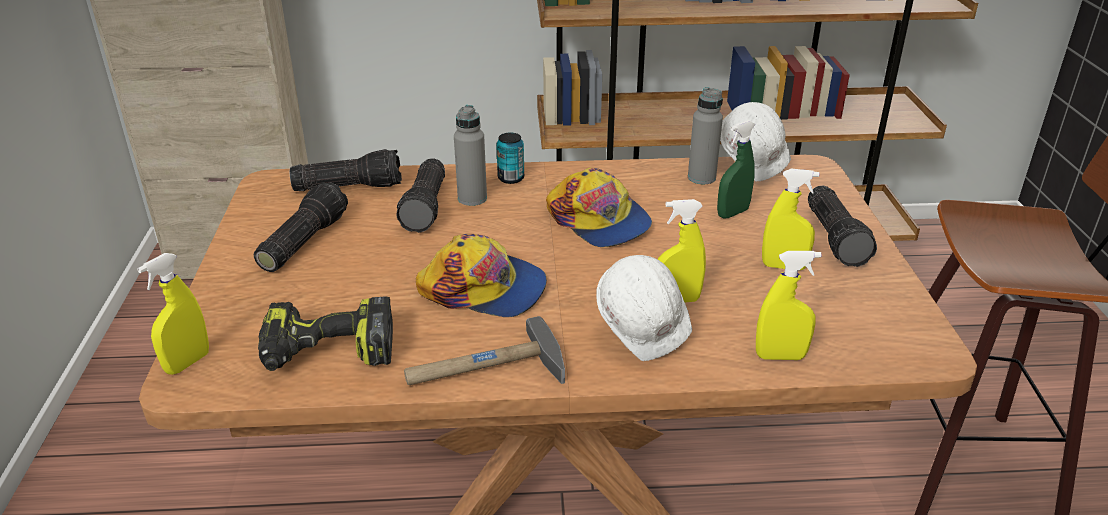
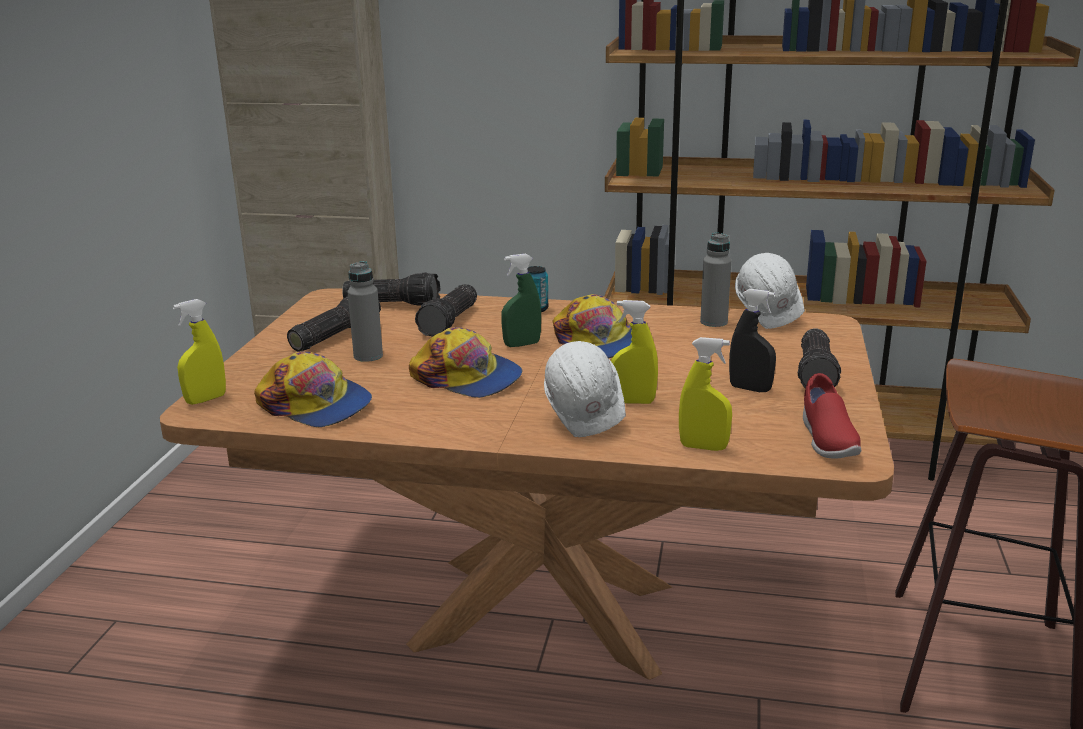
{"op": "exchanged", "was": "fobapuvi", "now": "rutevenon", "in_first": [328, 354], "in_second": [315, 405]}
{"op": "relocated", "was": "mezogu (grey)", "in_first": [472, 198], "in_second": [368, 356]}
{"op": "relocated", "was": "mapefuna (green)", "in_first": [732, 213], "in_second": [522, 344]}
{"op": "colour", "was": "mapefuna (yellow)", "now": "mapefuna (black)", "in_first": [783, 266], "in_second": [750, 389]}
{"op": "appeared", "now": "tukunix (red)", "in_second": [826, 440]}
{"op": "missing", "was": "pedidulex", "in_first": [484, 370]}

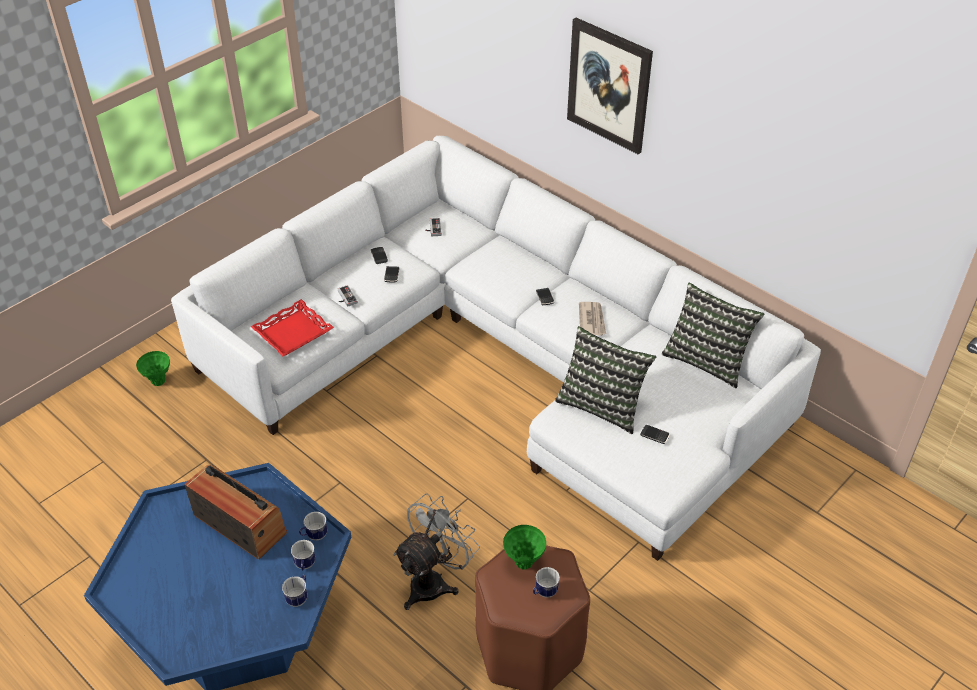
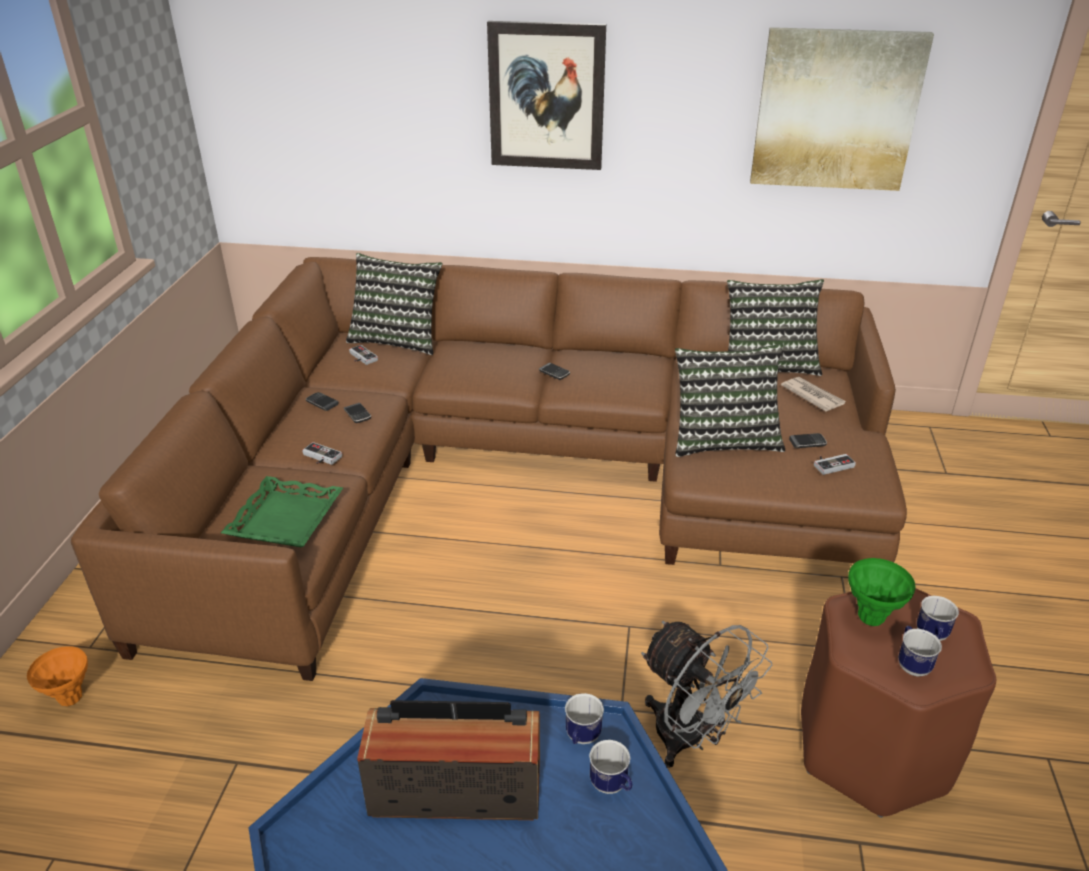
{"op": "colour", "was": "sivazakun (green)", "now": "sivazakun (orange)", "in_first": [158, 381], "in_second": [70, 698]}
{"op": "colour", "was": "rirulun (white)", "now": "rirulun (brown)", "in_first": [501, 358], "in_second": [518, 474]}
{"op": "colour", "was": "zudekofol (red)", "now": "zudekofol (green)", "in_first": [293, 332], "in_second": [285, 519]}
{"op": "appeared", "now": "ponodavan", "in_second": [397, 339]}
{"op": "spun", "was": "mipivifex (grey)", "in_first": [434, 581], "in_second": [690, 739], "clockwise": 135}
{"op": "appeared", "now": "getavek", "in_second": [836, 110]}
{"op": "relocated", "was": "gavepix", "in_first": [592, 320], "in_second": [812, 396]}
{"op": "appeared", "now": "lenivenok", "in_second": [831, 464]}
{"op": "relocated", "was": "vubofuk", "in_first": [298, 597], "in_second": [911, 663]}

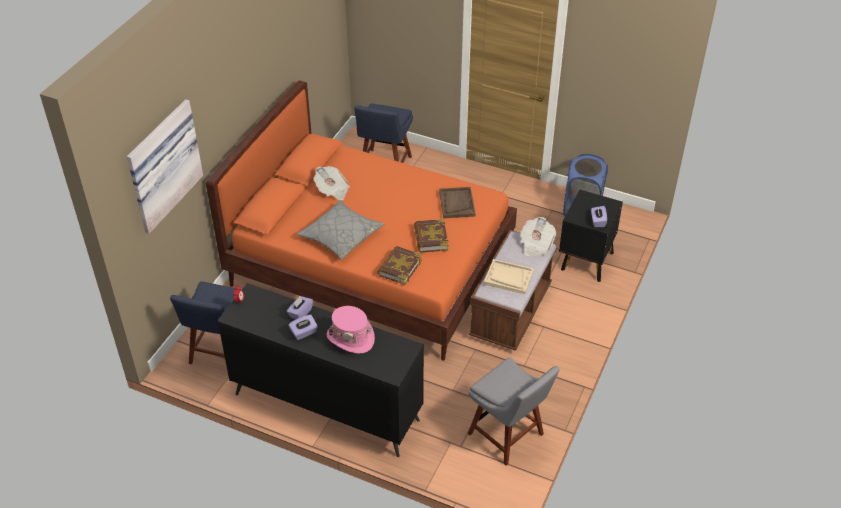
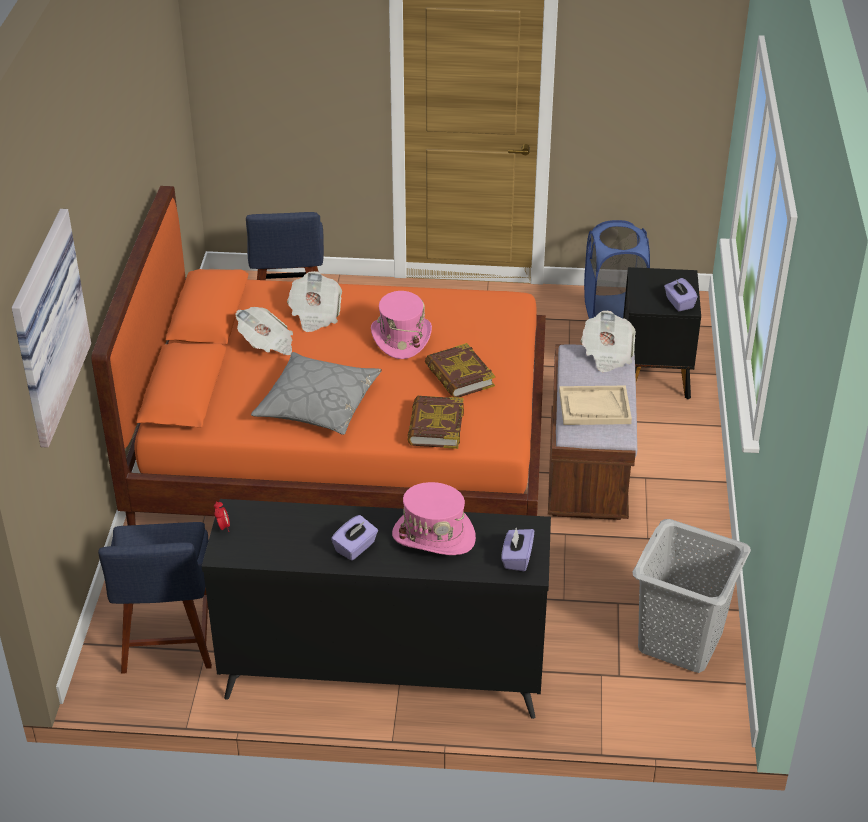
{"op": "appeared", "now": "gavepix", "in_second": [315, 315]}
{"op": "appeared", "now": "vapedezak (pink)", "in_second": [401, 338]}
{"op": "relocated", "was": "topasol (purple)", "in_first": [300, 313], "in_second": [517, 558]}
{"op": "exchanged", "was": "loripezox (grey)", "now": "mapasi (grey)", "in_first": [508, 436], "in_second": [680, 641]}
{"op": "missing", "was": "zudekofol (brown)", "in_first": [456, 203]}

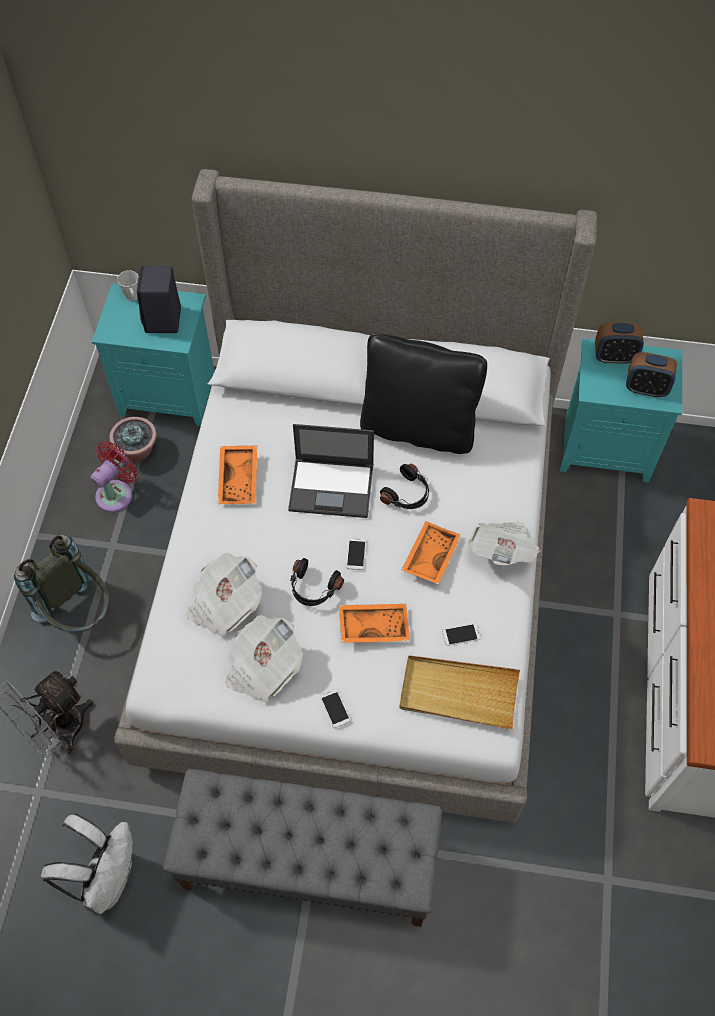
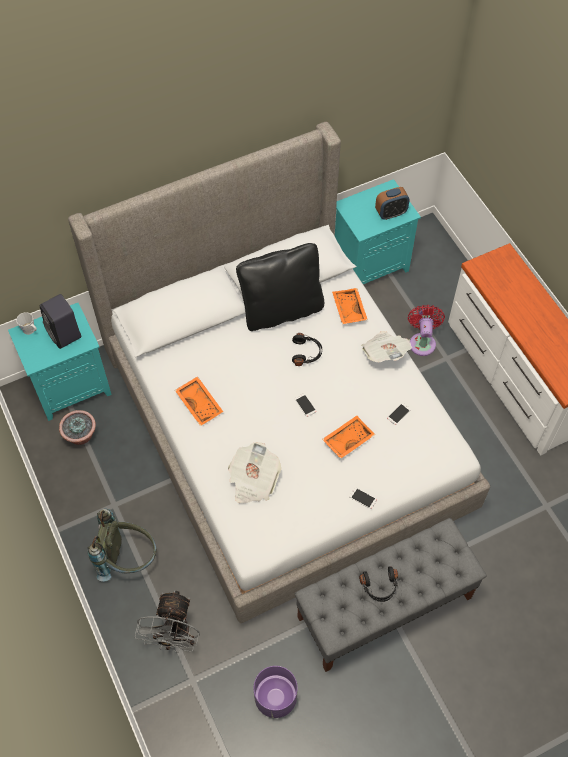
{"op": "exchanged", "was": "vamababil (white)", "now": "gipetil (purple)", "in_first": [107, 876], "in_second": [275, 697]}
{"op": "relocated", "was": "zudekofol (orange)", "in_first": [429, 556], "in_second": [348, 309]}
{"op": "relocated", "was": "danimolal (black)", "in_first": [313, 588], "in_second": [380, 587]}
{"op": "relocated", "was": "mipivifex (red)", "in_first": [117, 493], "in_second": [422, 341]}
{"op": "missing", "was": "gavepix", "in_first": [262, 667]}
{"op": "missing", "was": "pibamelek", "in_first": [332, 487]}
{"op": "missing", "was": "zudekofol (beige)", "in_first": [458, 693]}
{"op": "missing", "was": "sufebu", "in_first": [614, 357]}

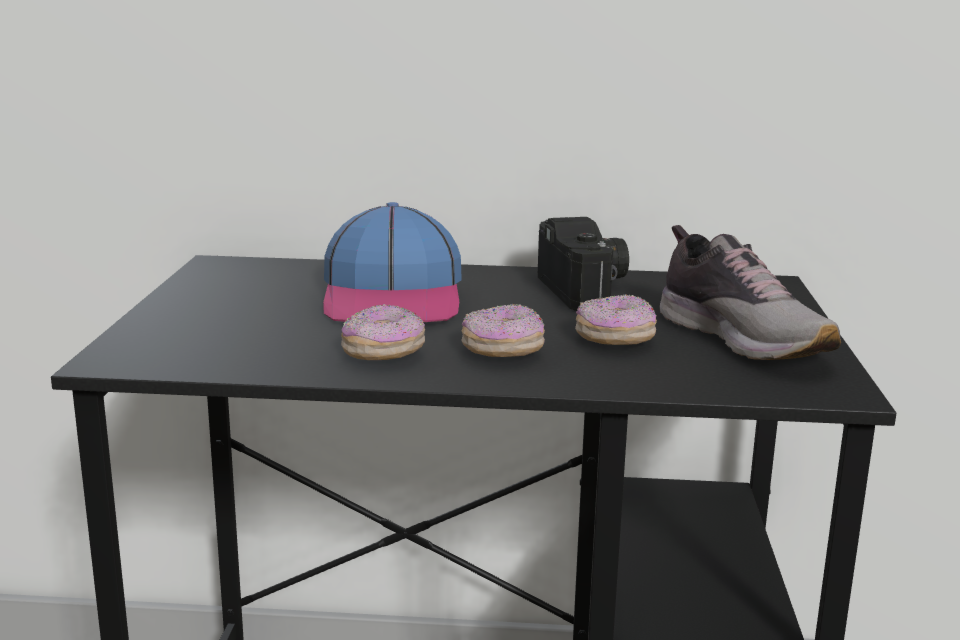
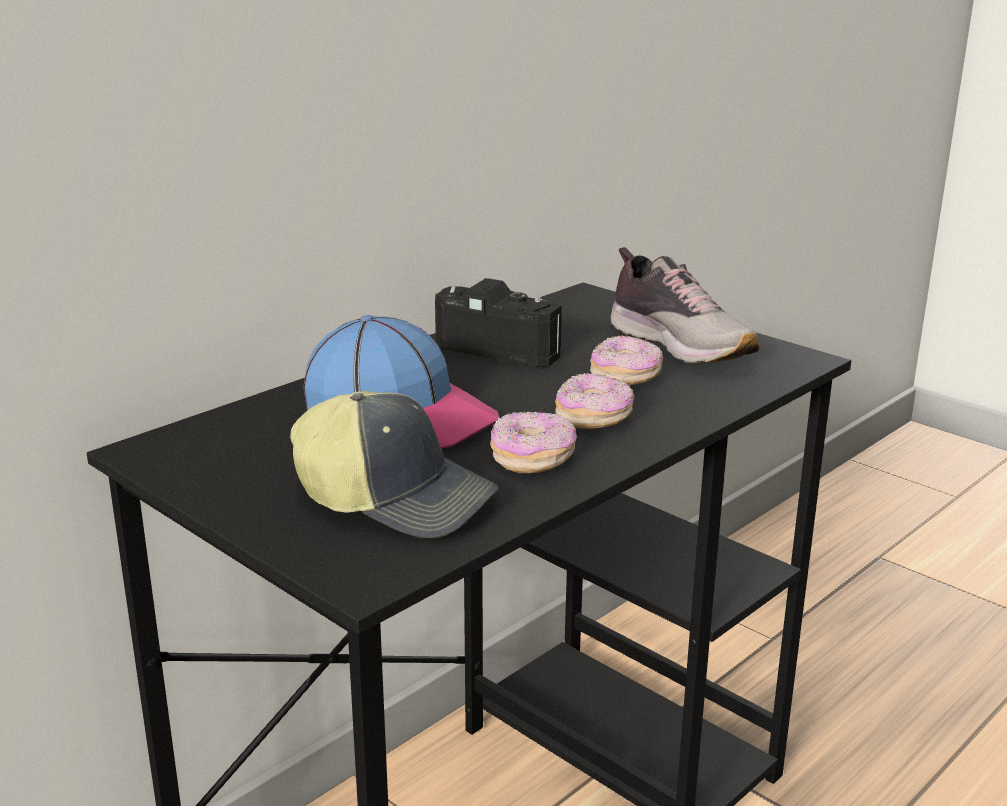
{"op": "appeared", "now": "rutevenon", "in_second": [397, 498]}
{"op": "spun", "was": "tukunix", "in_first": [743, 338], "in_second": [681, 344], "clockwise": 45}

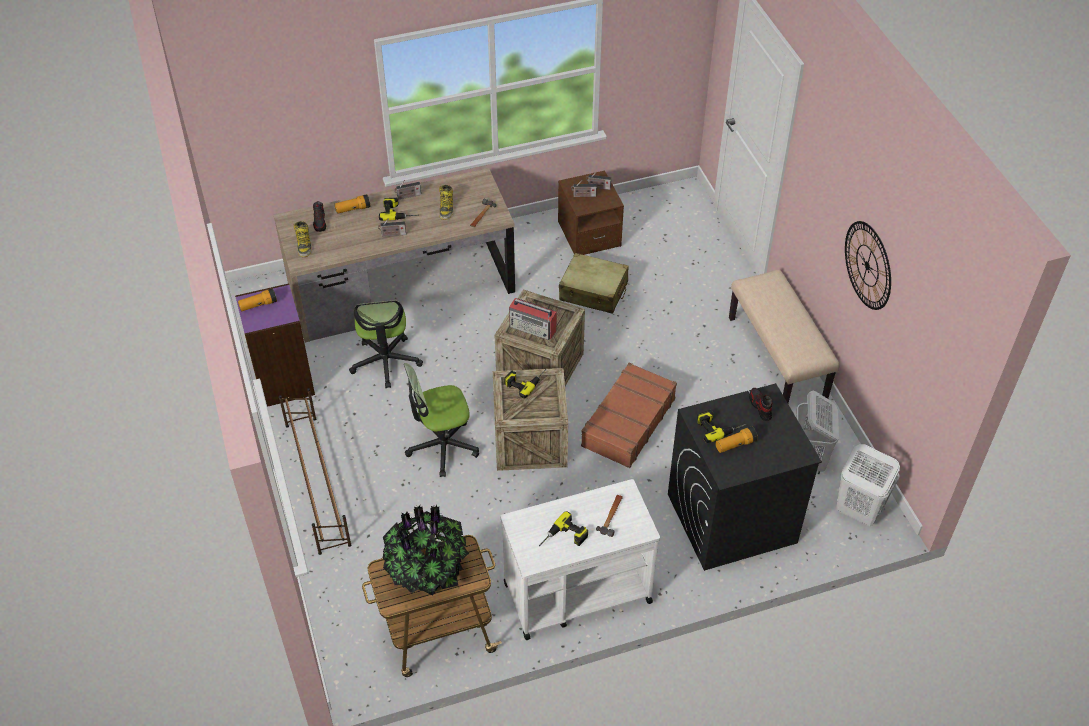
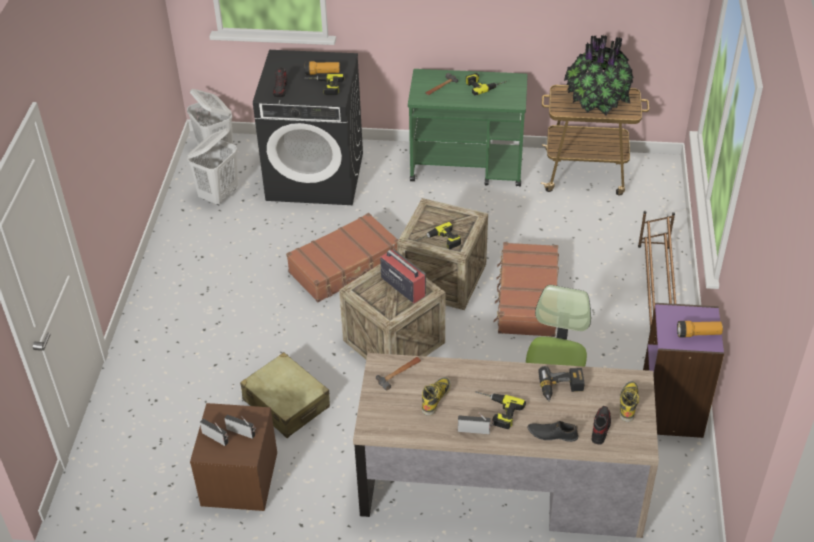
{"op": "colour", "was": "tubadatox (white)", "now": "tubadatox (green)", "in_first": [576, 592], "in_second": [467, 167]}
{"op": "exchanged", "was": "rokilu", "now": "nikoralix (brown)", "in_first": [442, 446], "in_second": [526, 298]}
{"op": "exchanged", "was": "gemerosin", "now": "tukunix (black)", "in_first": [353, 209], "in_second": [552, 434]}
{"op": "appeared", "now": "fobapuvi", "in_second": [561, 389]}
{"op": "missing", "was": "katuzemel", "in_first": [392, 234]}
{"op": "missing", "was": "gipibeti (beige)", "in_first": [778, 357]}
{"op": "missing", "was": "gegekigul", "in_first": [867, 265]}

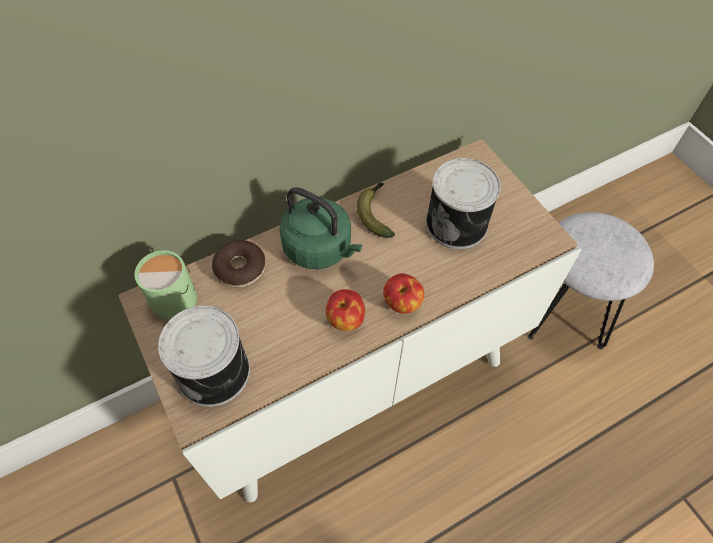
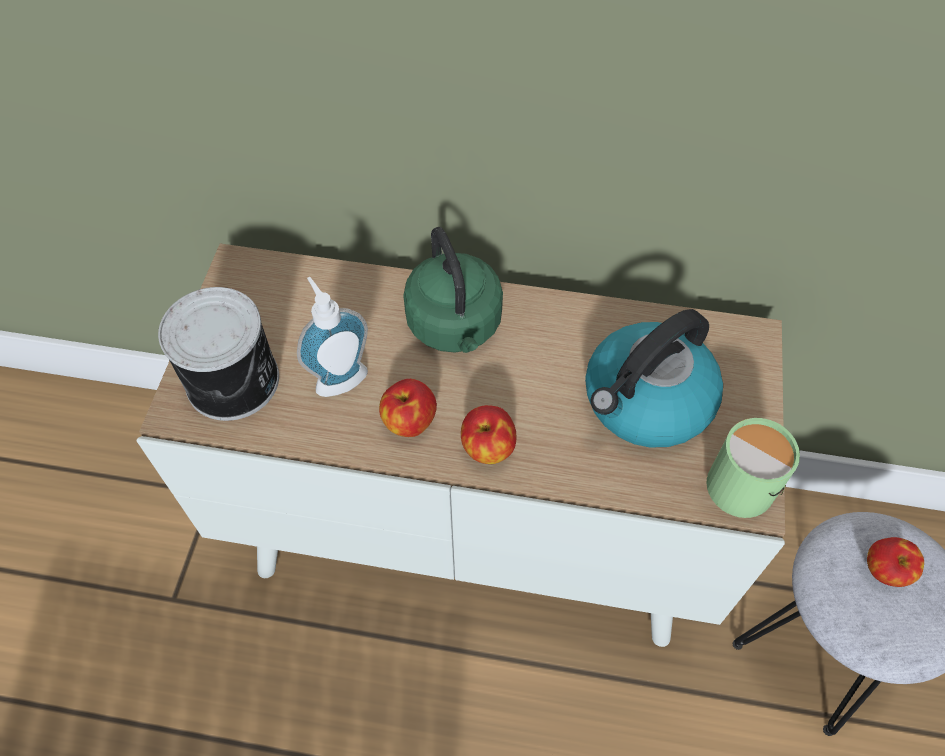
{"op": "appeared", "now": "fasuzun", "in_second": [339, 376]}
{"op": "exchanged", "was": "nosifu", "now": "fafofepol", "in_first": [458, 223], "in_second": [646, 402]}
{"op": "relocated", "was": "vubofuk (green)", "in_first": [175, 294], "in_second": [745, 481]}
{"op": "appeared", "now": "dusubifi", "in_second": [885, 571]}
{"op": "missing", "was": "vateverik", "in_first": [240, 268]}
{"op": "missing", "was": "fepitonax", "in_first": [376, 213]}

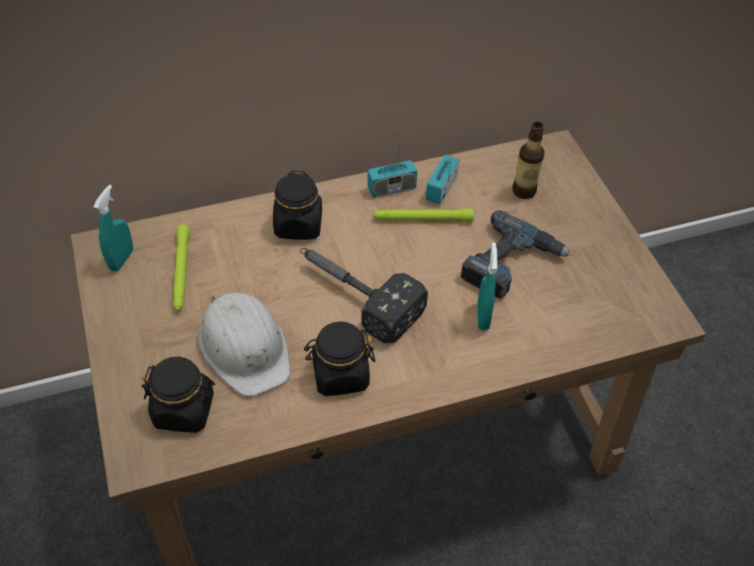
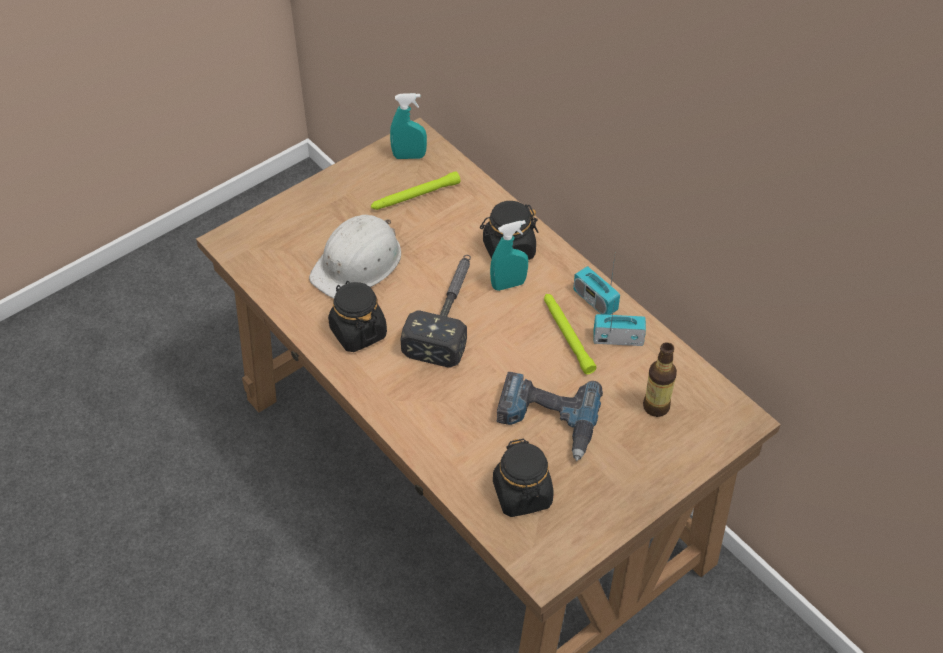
{"op": "relocated", "was": "mapefuna (turquoise)", "in_first": [483, 317], "in_second": [508, 284]}
{"op": "relocated", "was": "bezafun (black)", "in_first": [184, 410], "in_second": [522, 494]}

